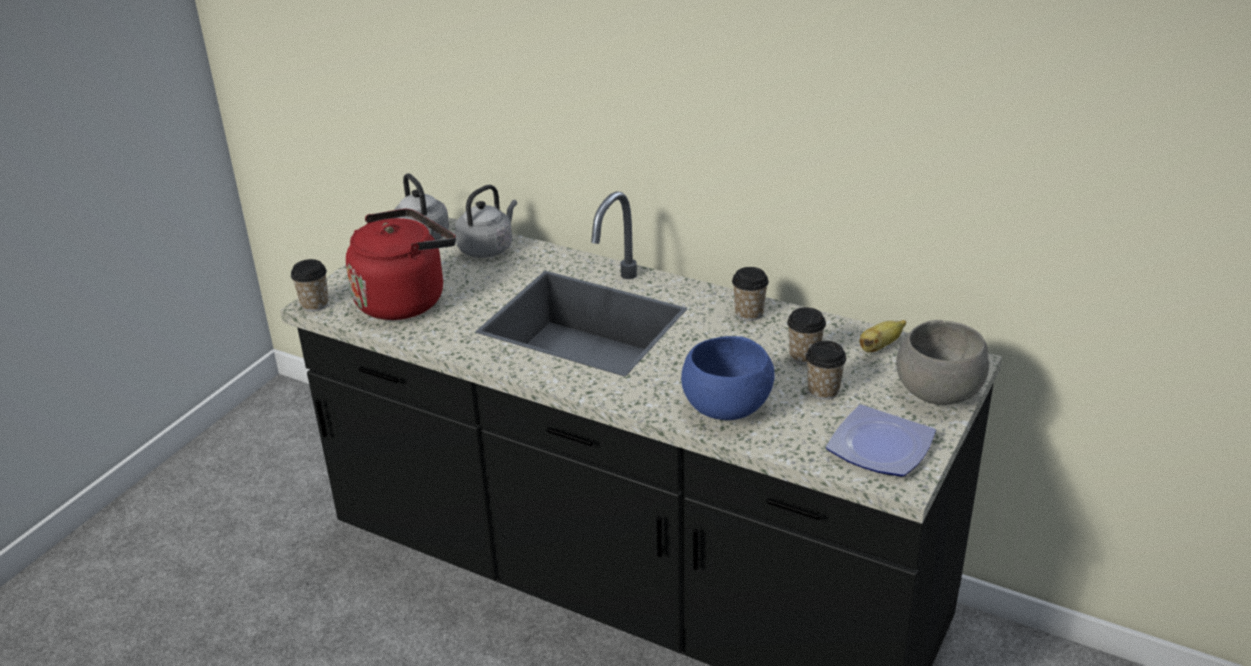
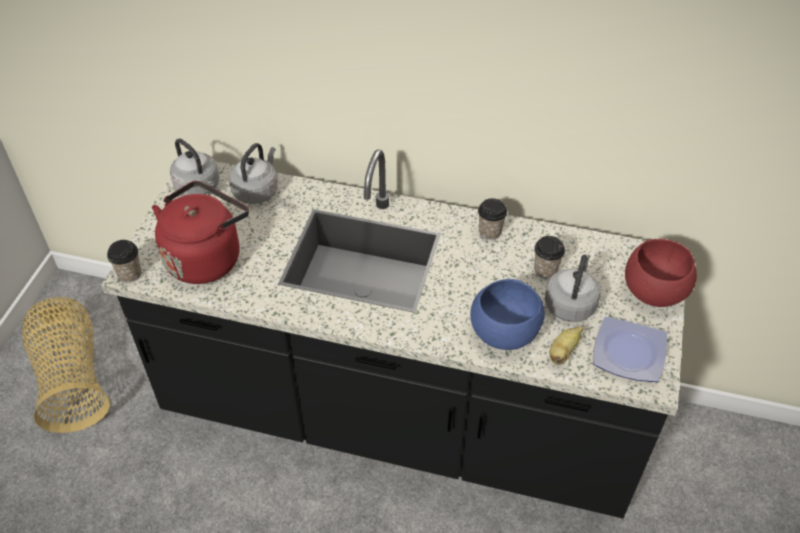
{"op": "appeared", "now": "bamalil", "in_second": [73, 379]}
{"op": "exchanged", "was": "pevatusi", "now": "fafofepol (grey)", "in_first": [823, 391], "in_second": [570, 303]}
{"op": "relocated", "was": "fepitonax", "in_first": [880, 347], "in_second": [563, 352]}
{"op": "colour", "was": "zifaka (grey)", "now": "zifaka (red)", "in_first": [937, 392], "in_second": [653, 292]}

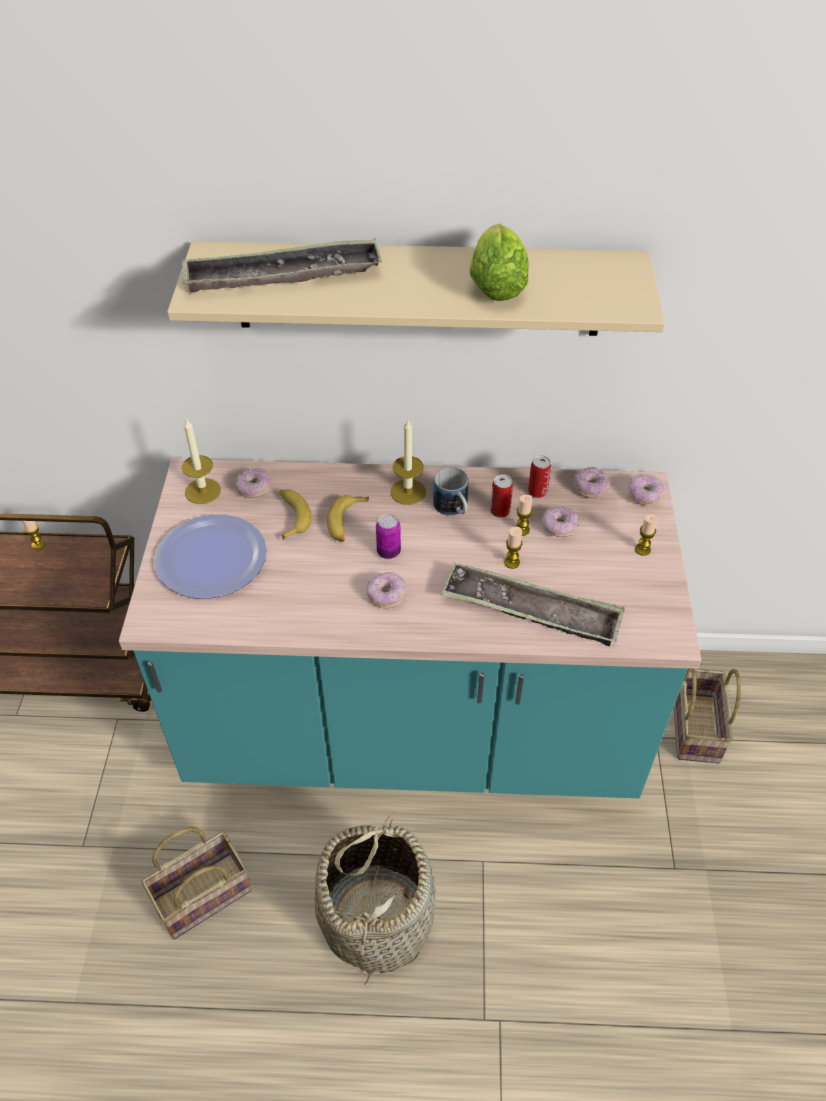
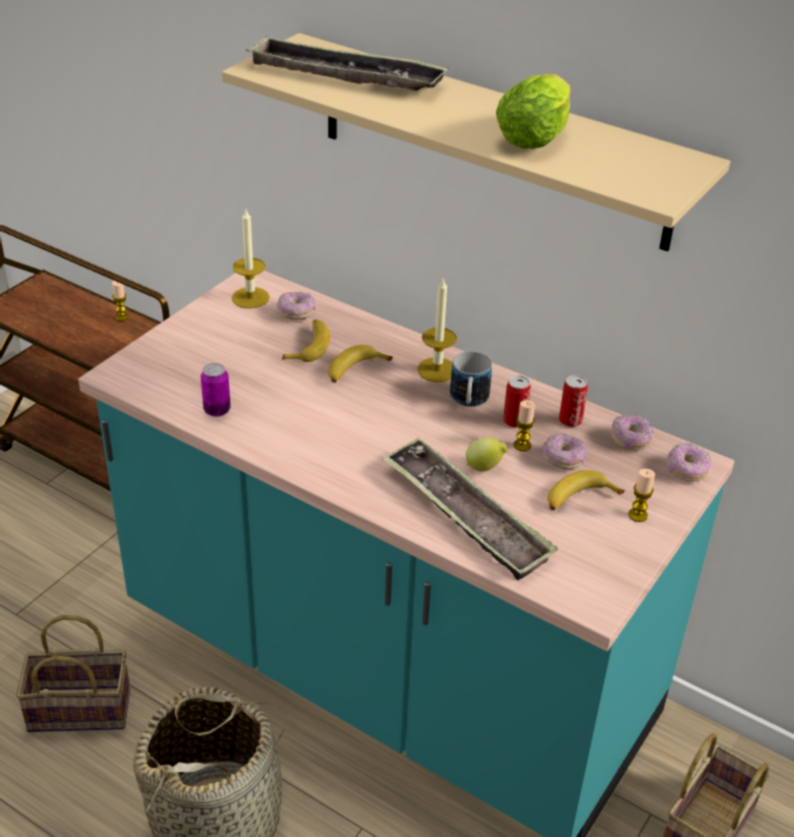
{"op": "relocated", "was": "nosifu", "in_first": [388, 552], "in_second": [217, 410]}
{"op": "exchanged", "was": "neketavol", "now": "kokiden", "in_first": [511, 562], "in_second": [485, 468]}
{"op": "appeared", "now": "fepitonax", "in_second": [578, 499]}
{"op": "missing", "was": "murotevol", "in_first": [211, 558]}
{"op": "missing", "was": "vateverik", "in_first": [386, 595]}

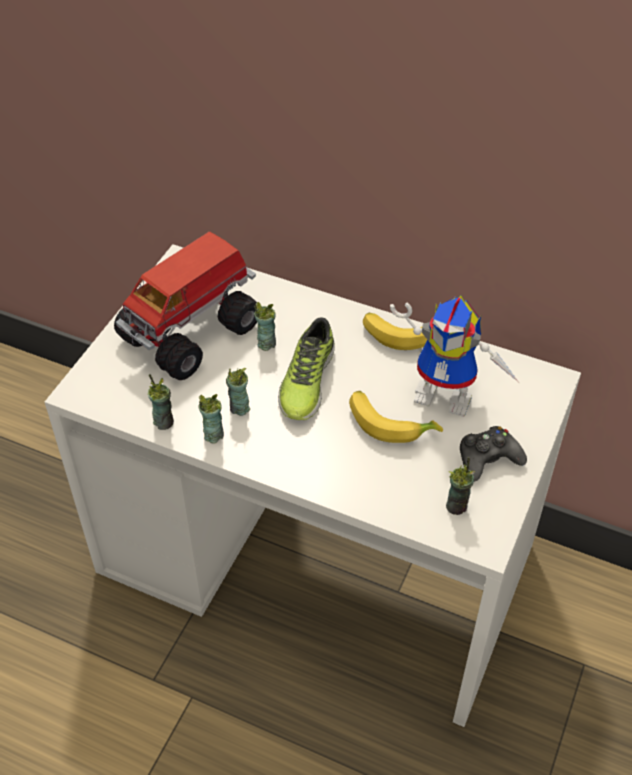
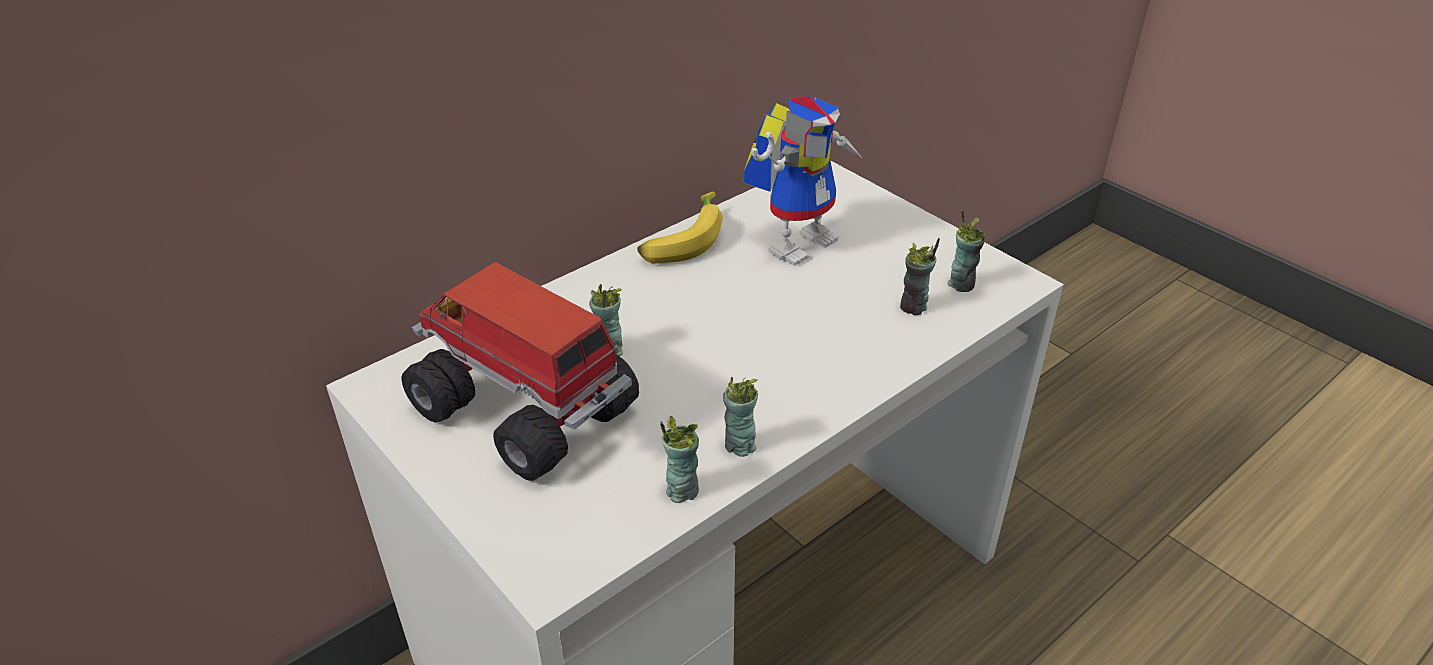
{"op": "spun", "was": "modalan", "in_first": [193, 331], "in_second": [527, 412], "clockwise": 150}
{"op": "relocated", "was": "pevatusi", "in_first": [239, 408], "in_second": [913, 307]}
{"op": "missing", "was": "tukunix", "in_first": [306, 381]}
{"op": "missing", "was": "fepitonax", "in_first": [390, 422]}
{"op": "missing", "was": "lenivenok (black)", "in_first": [488, 458]}

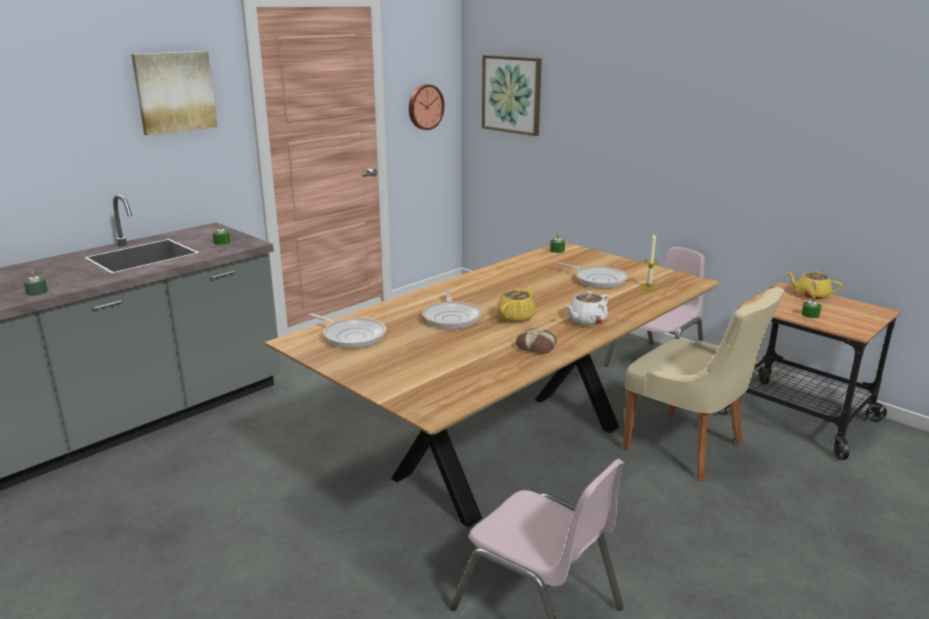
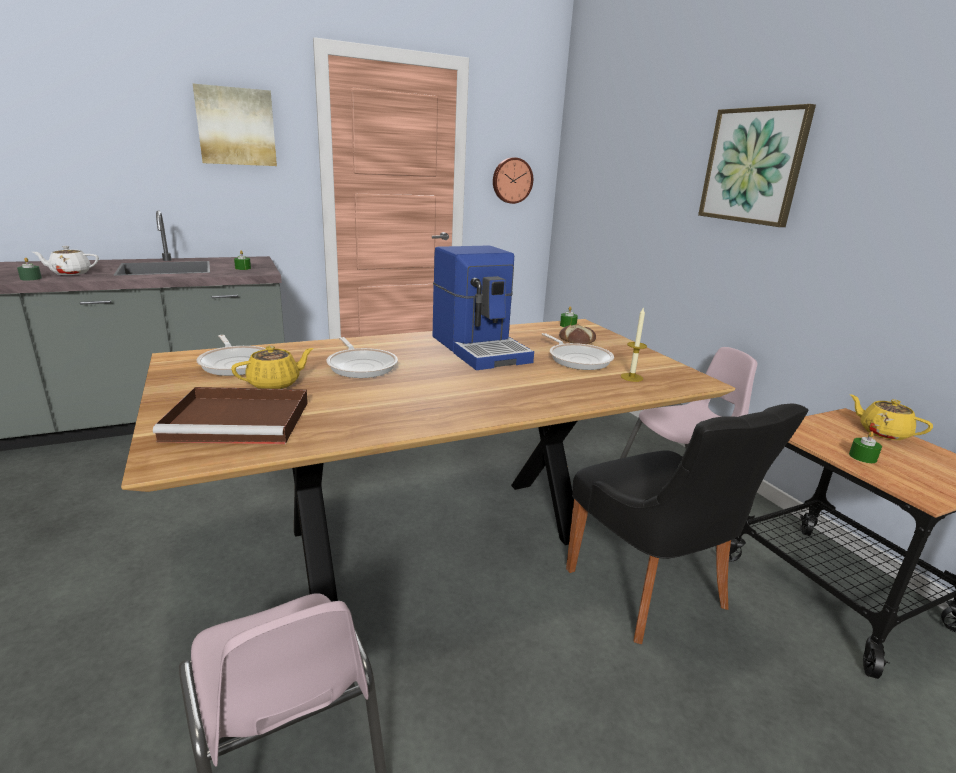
{"op": "relocated", "was": "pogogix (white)", "in_first": [586, 321], "in_second": [70, 273]}
{"op": "appeared", "now": "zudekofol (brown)", "in_second": [241, 420]}
{"op": "relocated", "was": "pogogix (yellow)", "in_first": [516, 317], "in_second": [275, 384]}
{"op": "spun", "was": "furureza", "in_first": [452, 317], "in_second": [361, 366], "clockwise": -45}
{"op": "appeared", "now": "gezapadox", "in_second": [480, 349]}
{"op": "relocated", "was": "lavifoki", "in_first": [536, 346], "in_second": [577, 340]}
{"op": "colour", "was": "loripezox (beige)", "now": "loripezox (black)", "in_first": [688, 448], "in_second": [650, 591]}
{"op": "relocated", "was": "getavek", "in_first": [512, 94], "in_second": [753, 166]}

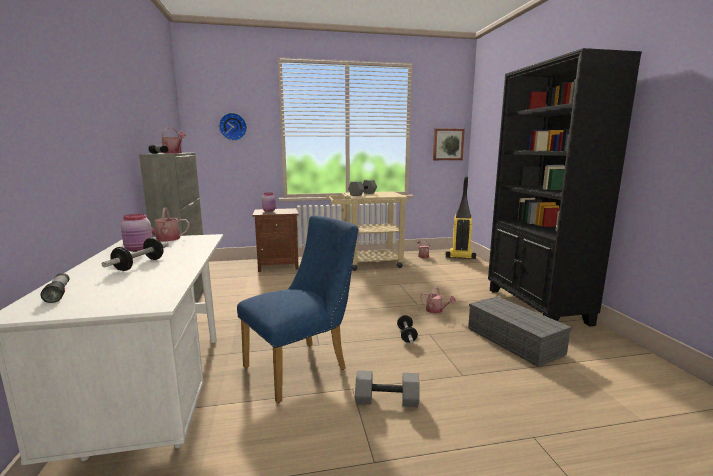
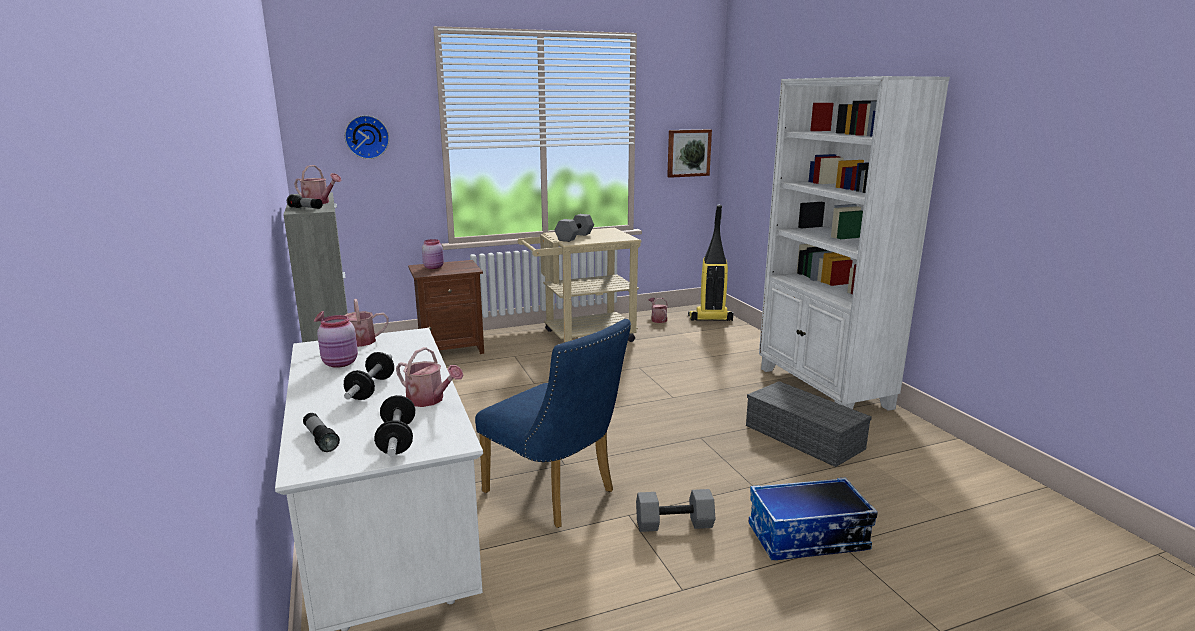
{"op": "relocated", "was": "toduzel", "in_first": [406, 335], "in_second": [397, 439]}
{"op": "relocated", "was": "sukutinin", "in_first": [436, 310], "in_second": [429, 400]}
{"op": "spun", "was": "loripezox (blue)", "in_first": [302, 367], "in_second": [556, 495], "clockwise": 90}
{"op": "appeared", "now": "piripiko", "in_second": [807, 538]}
{"op": "colour", "was": "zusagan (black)", "now": "zusagan (white)", "in_first": [536, 306], "in_second": [823, 388]}

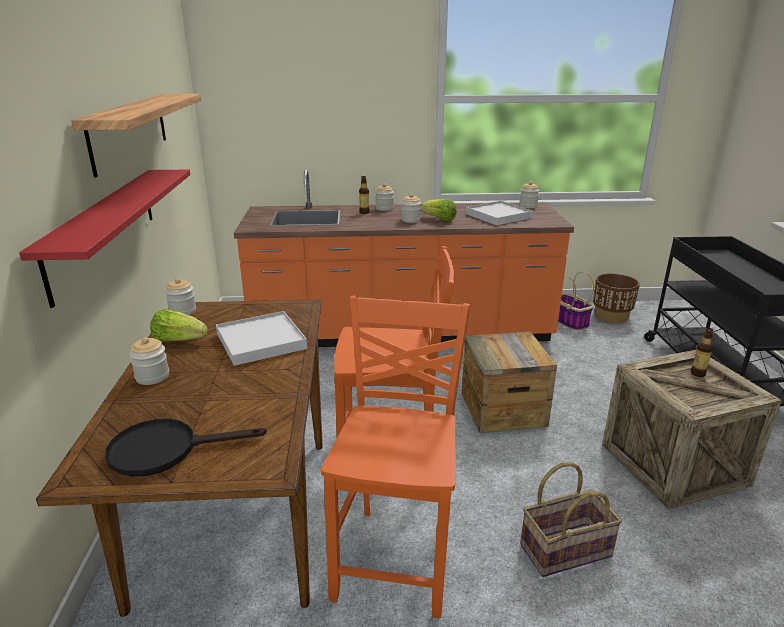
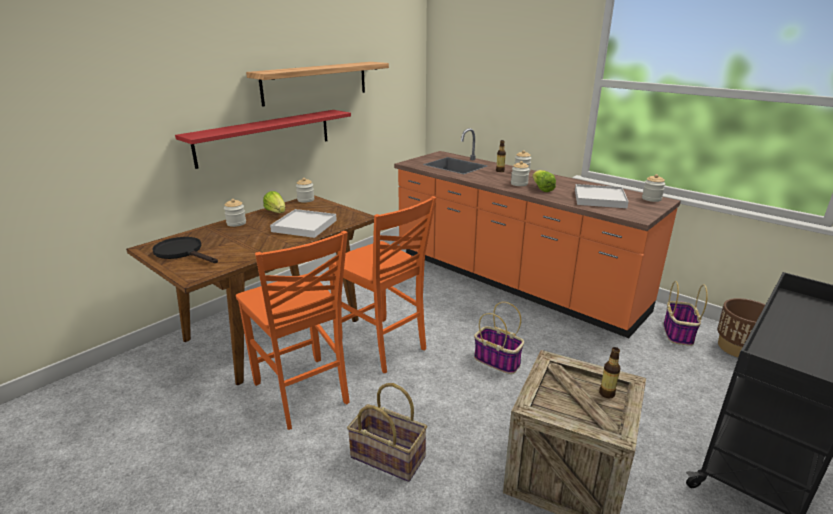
{"op": "spun", "was": "loripezox (orange)", "in_first": [397, 557], "in_second": [302, 393], "clockwise": 90}
{"op": "exchanged", "was": "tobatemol", "now": "bamalil", "in_first": [503, 409], "in_second": [498, 361]}

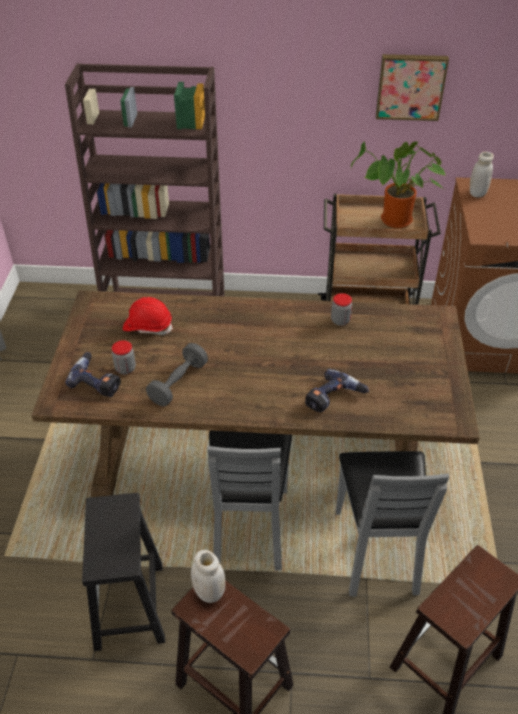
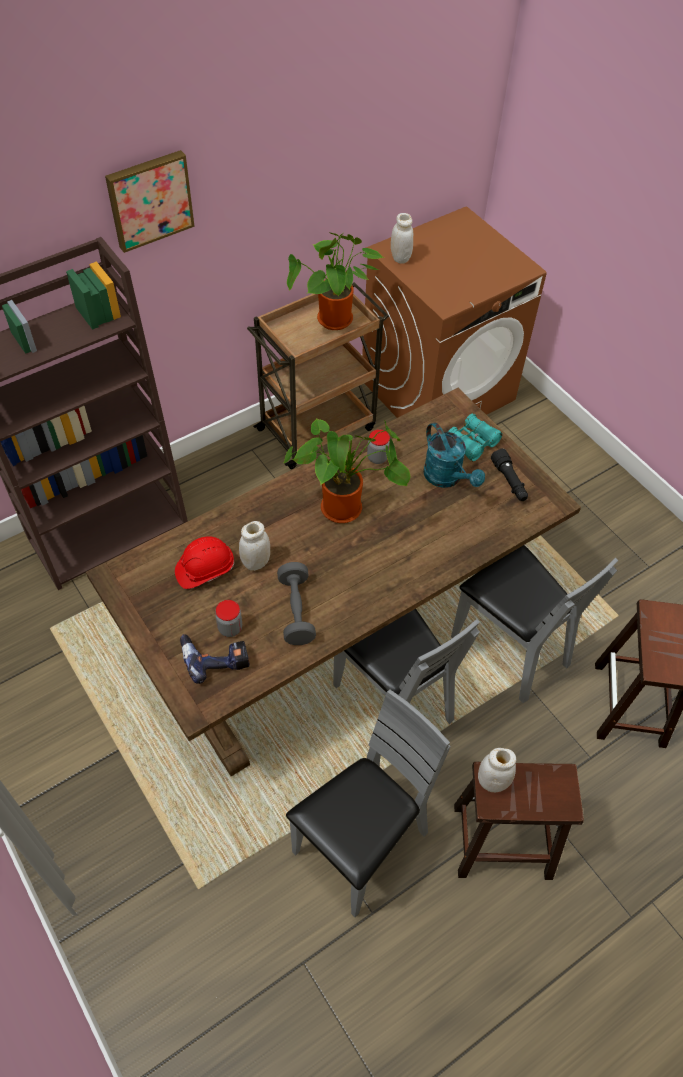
{"op": "relocated", "was": "getavek", "in_first": [410, 86], "in_second": [149, 199]}
{"op": "appeared", "now": "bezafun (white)", "in_second": [256, 562]}
{"op": "appeared", "now": "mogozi", "in_second": [346, 507]}
{"op": "exchanged", "was": "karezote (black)", "now": "loripezox (grey)", "in_first": [130, 607], "in_second": [361, 845]}
{"op": "appeared", "now": "sukutinin (turquoise)", "in_second": [447, 478]}
{"op": "appeared", "now": "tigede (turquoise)", "in_second": [472, 443]}
{"op": "appeared", "now": "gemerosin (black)", "in_second": [509, 481]}
{"op": "missing", "was": "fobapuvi", "in_first": [335, 399]}

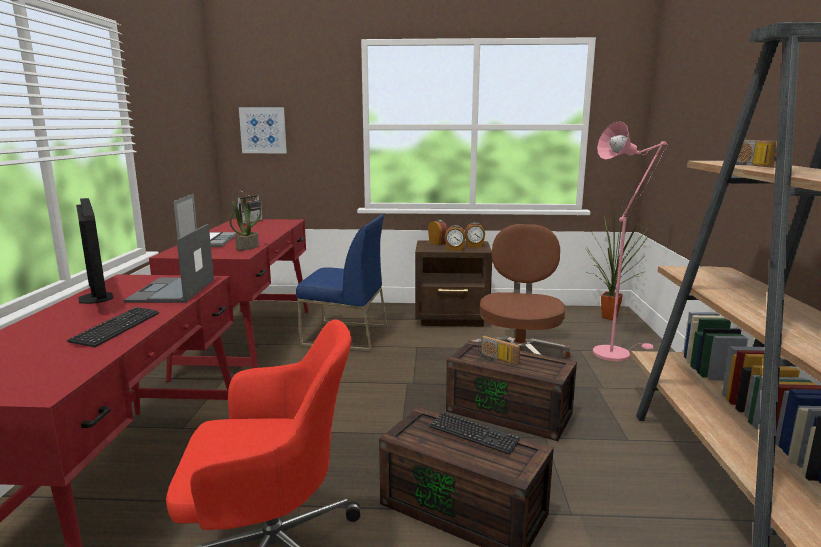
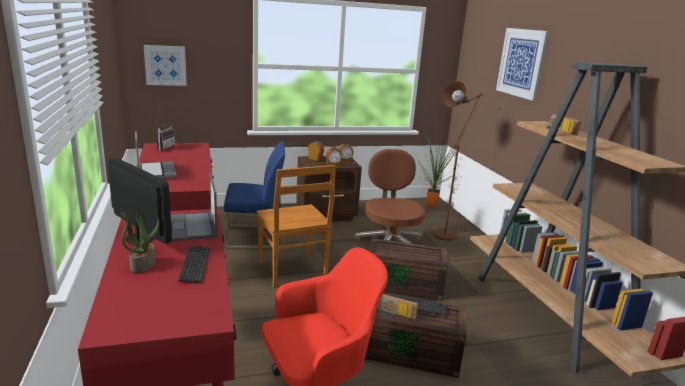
{"op": "relocated", "was": "mogozi", "in_first": [247, 247], "in_second": [142, 264]}
{"op": "appeared", "now": "loripezox (brown)", "in_second": [292, 271]}
{"op": "relocated", "was": "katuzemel", "in_first": [496, 359], "in_second": [395, 315]}
{"op": "colour", "was": "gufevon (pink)", "now": "gufevon (brown)", "in_first": [615, 352], "in_second": [447, 233]}
{"op": "appeared", "now": "getavek", "in_second": [521, 63]}

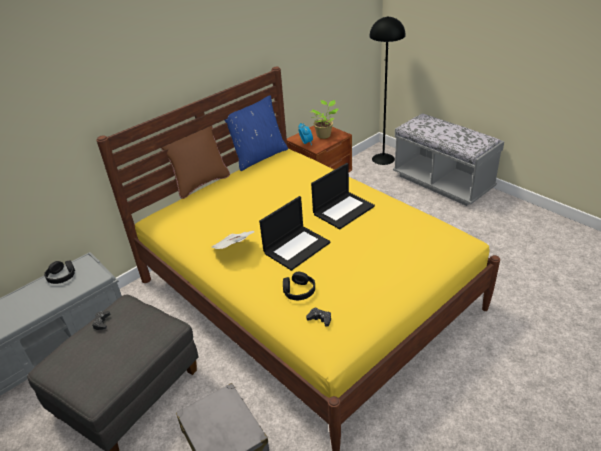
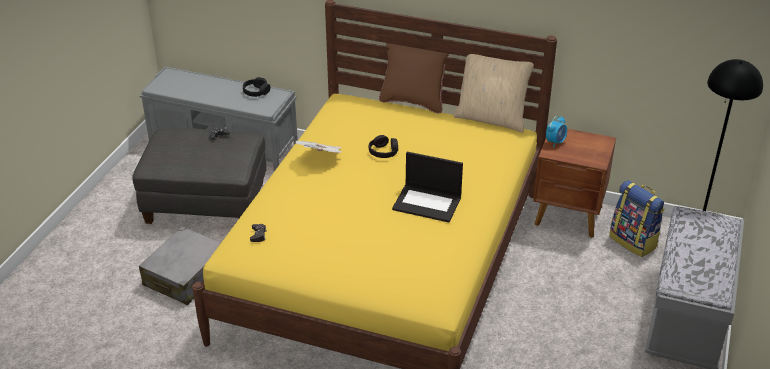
{"op": "relocated", "was": "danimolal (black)", "in_first": [298, 291], "in_second": [383, 152]}
{"op": "colour", "was": "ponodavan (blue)", "now": "ponodavan (beige)", "in_first": [259, 156], "in_second": [491, 118]}
{"op": "appeared", "now": "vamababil", "in_second": [634, 241]}
{"op": "missing", "was": "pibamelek", "in_first": [297, 247]}
{"op": "missing", "was": "mogozi", "in_first": [324, 135]}

